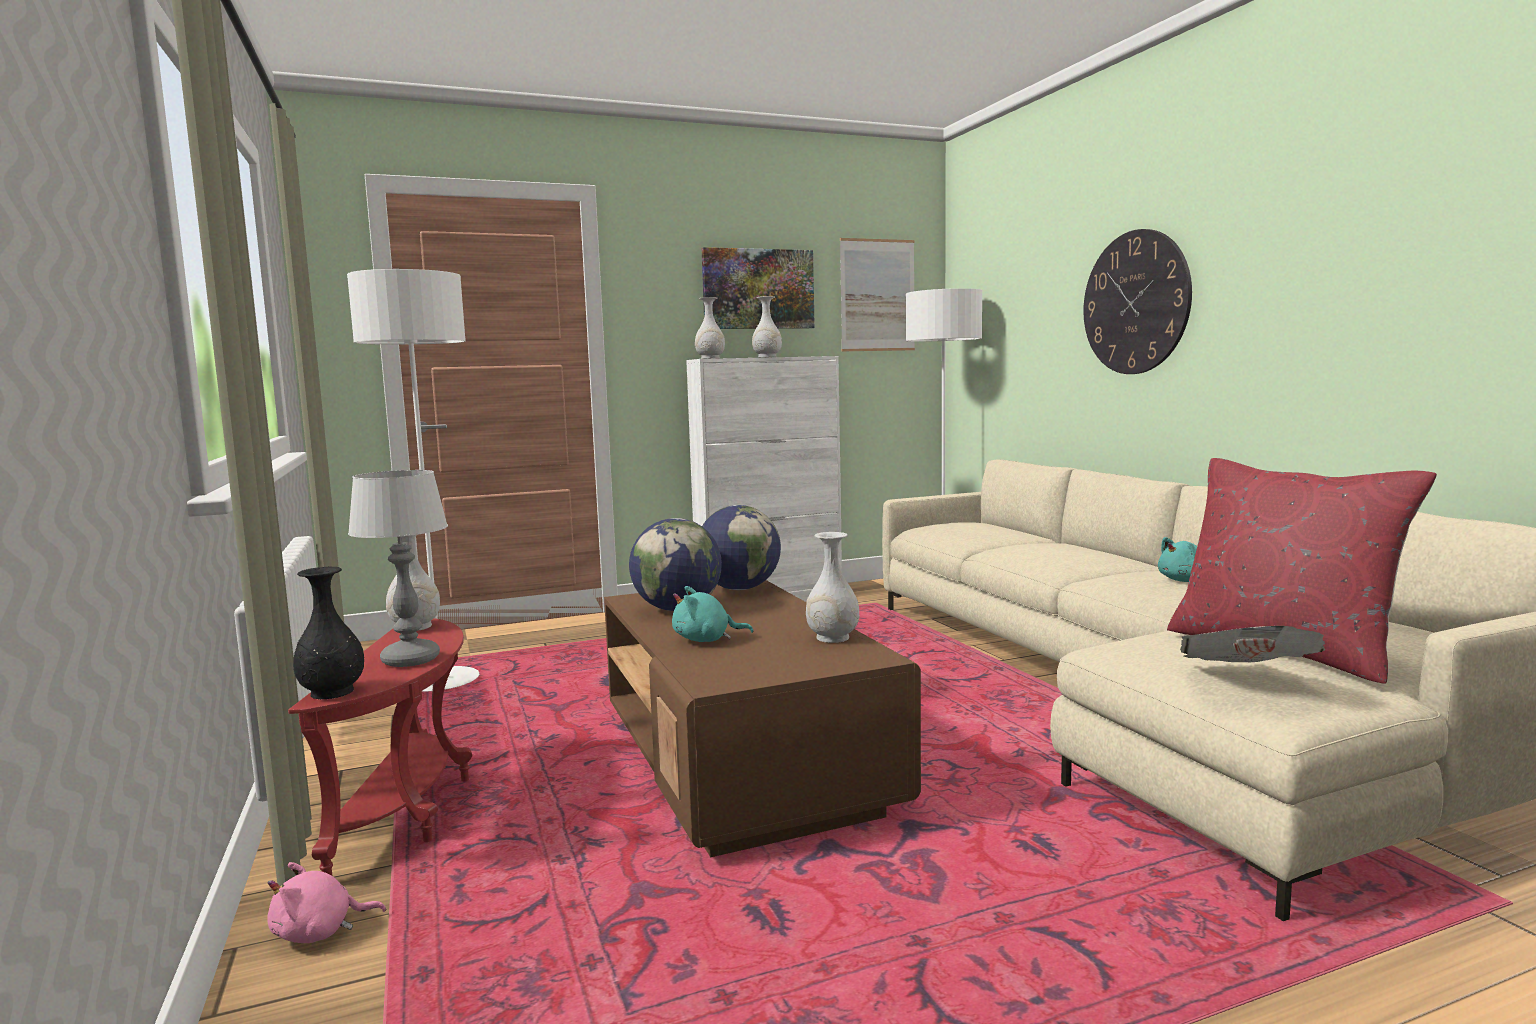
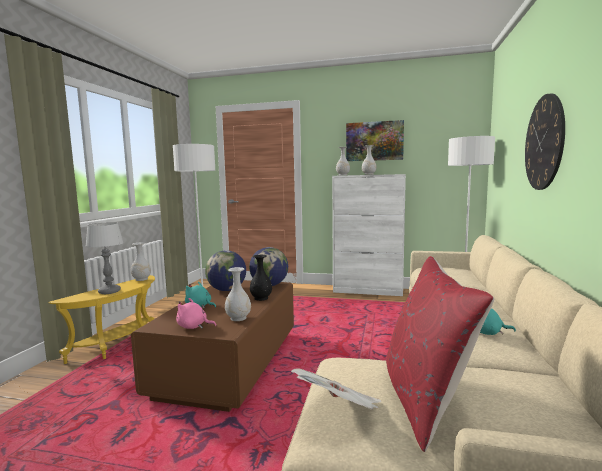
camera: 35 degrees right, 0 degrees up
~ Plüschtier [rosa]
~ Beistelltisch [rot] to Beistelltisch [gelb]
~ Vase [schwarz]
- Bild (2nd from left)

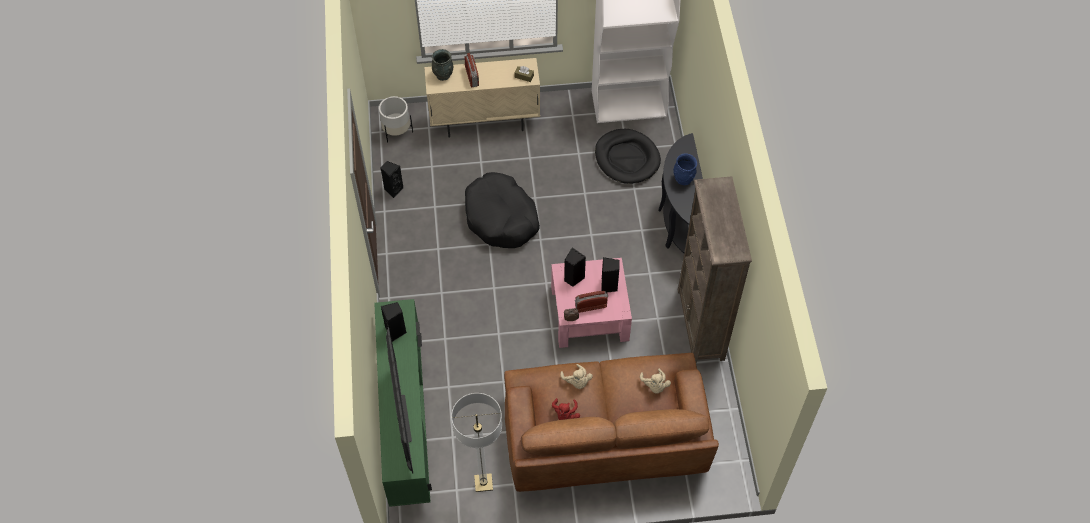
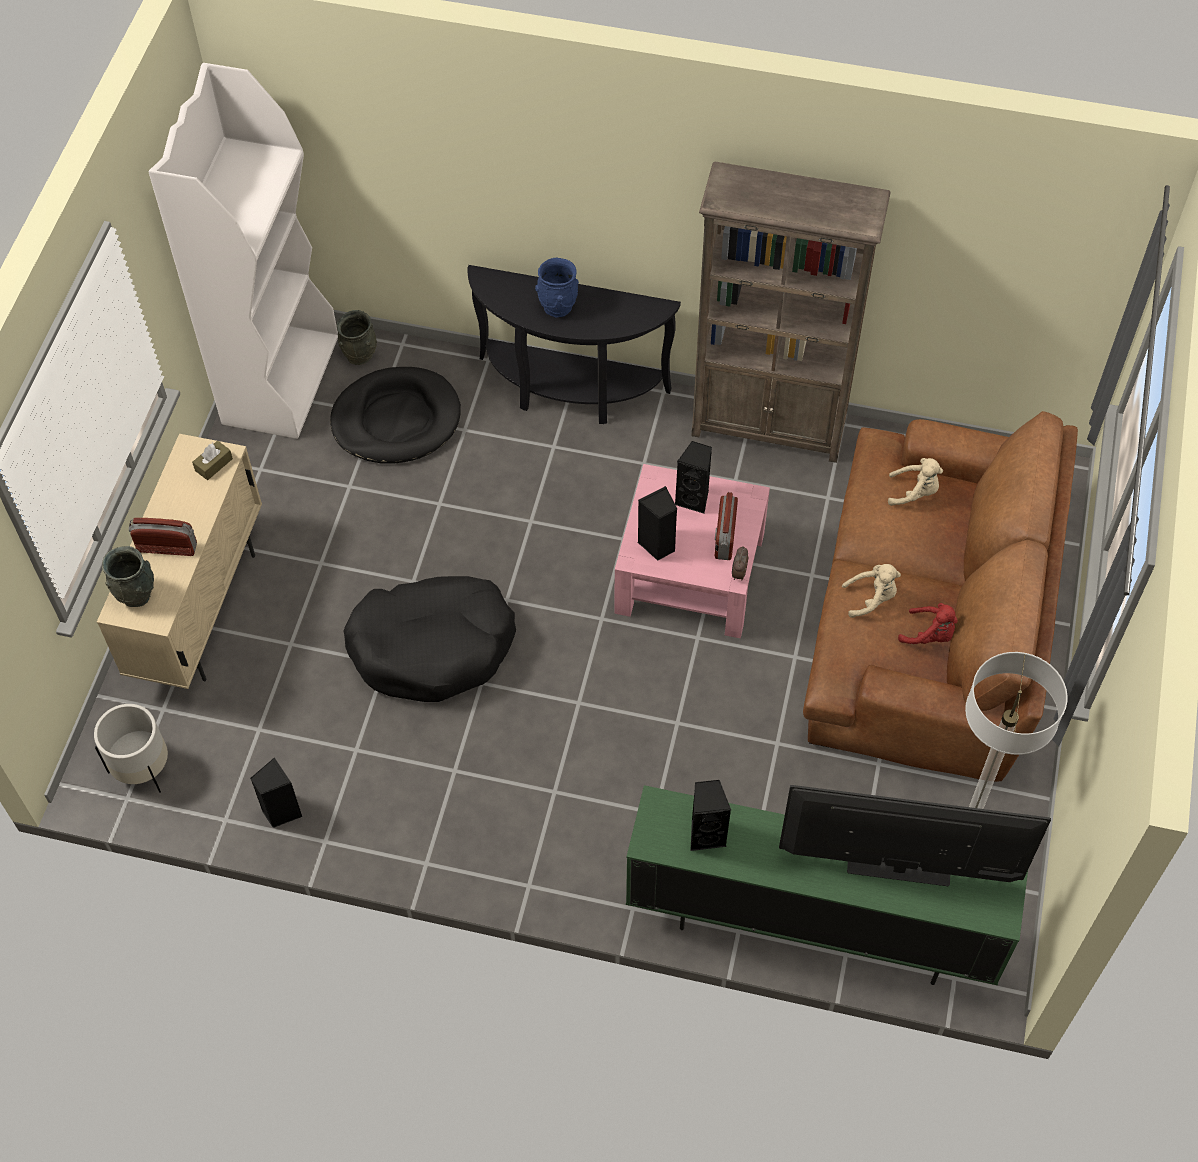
camera: 70 degrees left, 0 degrees up
+ Vase [grau] (2nd from left)

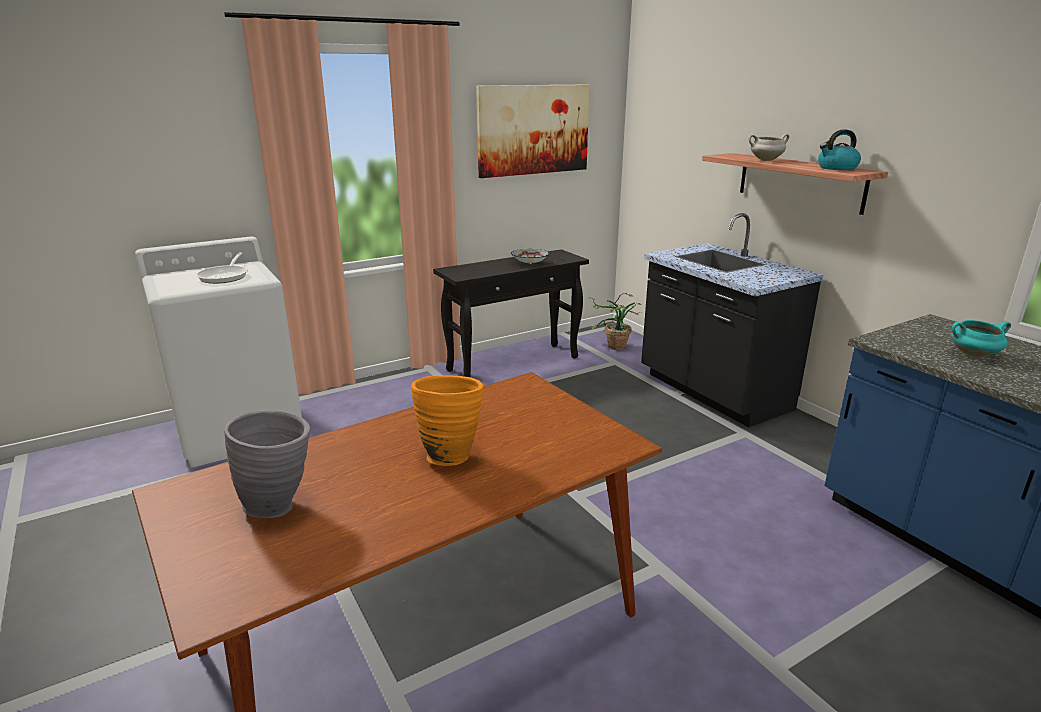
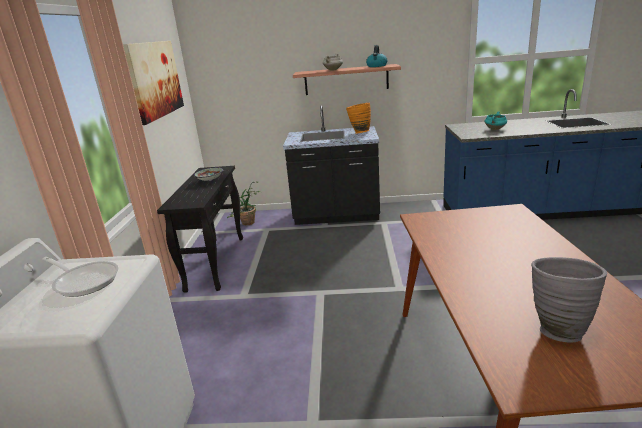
camera: 55 degrees left, 0 degrees up
~ Vase [orange]

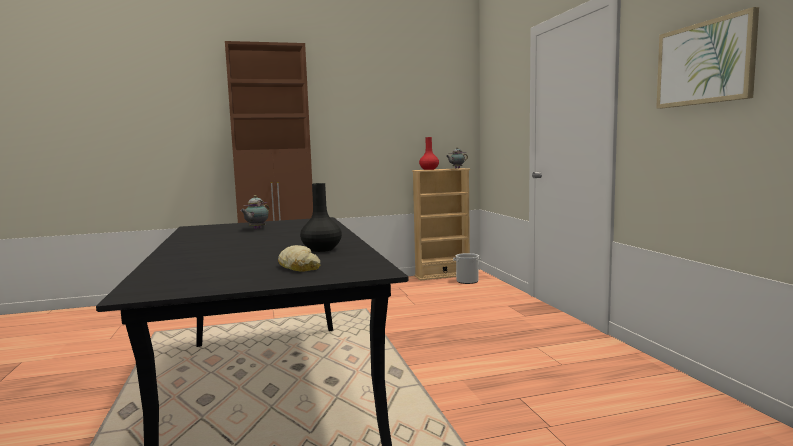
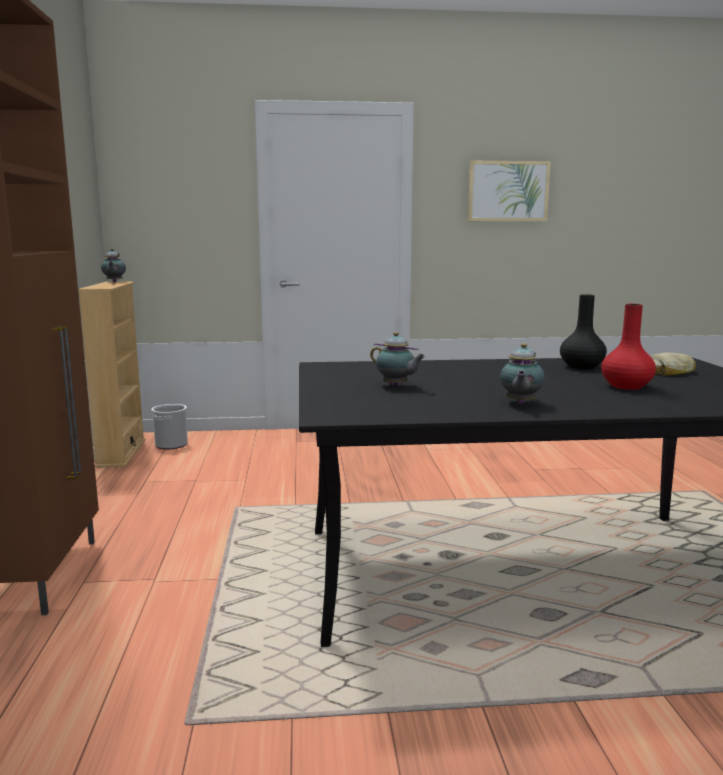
camera: 80 degrees left, 5 degrees up
~ Vase [rot]
+ Teekanne (3rd from left)

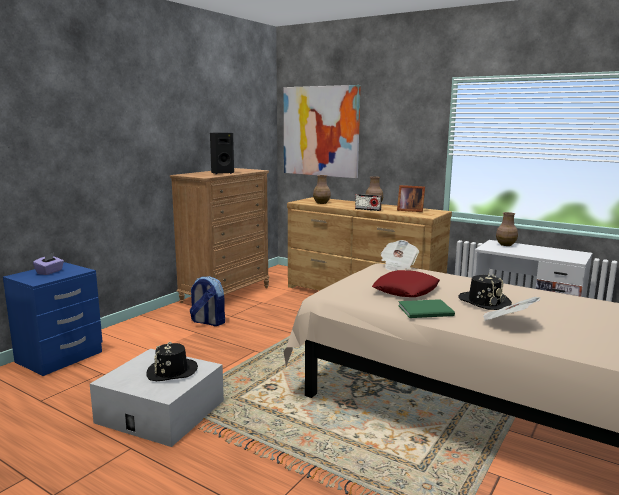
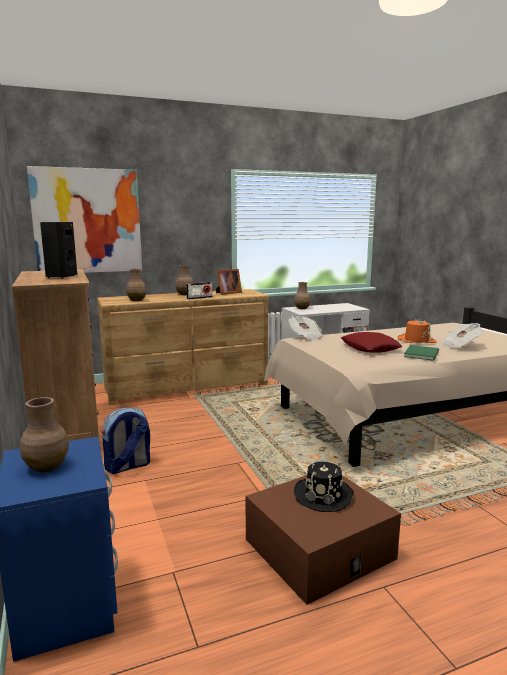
camera: 55 degrees left, 0 degrees up
~ Taschentuchbox [lila] to Vase [braun] (1st from left)
~ Aufbewahrungsbox [weiß] to Aufbewahrungsbox [braun]
~ Hut [schwarz] (2nd from left) to Hut [orange]

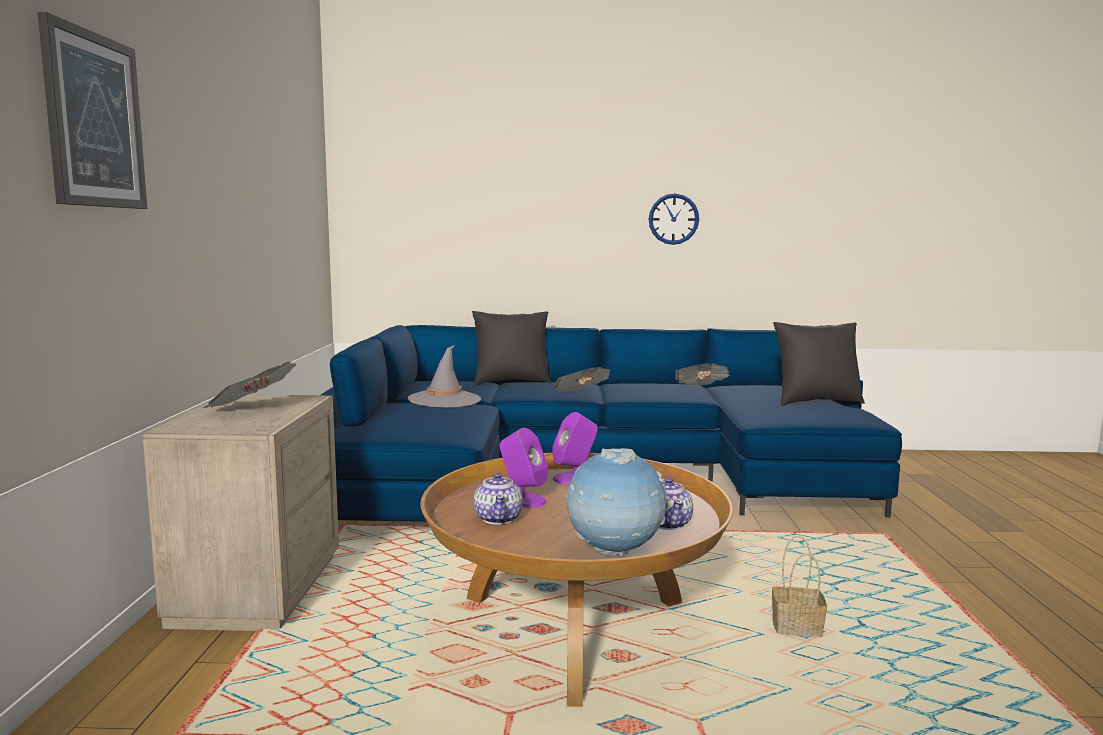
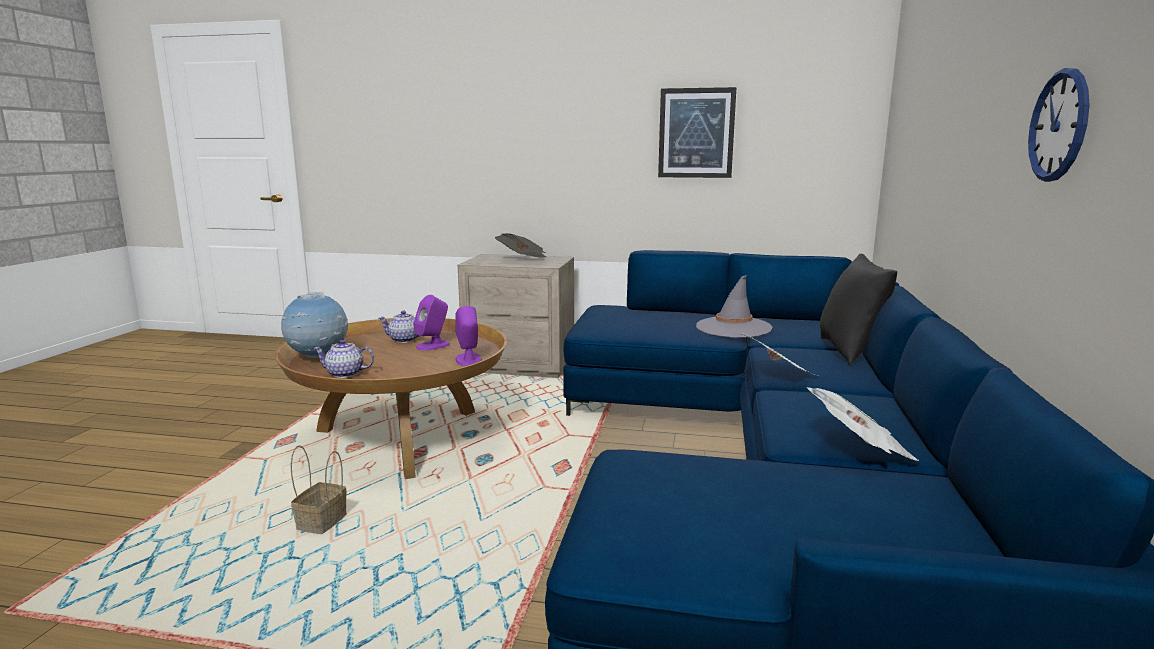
camera: 100 degrees right, 5 degrees up
~ Bild
- Kissen [schwarz] (2nd from left)

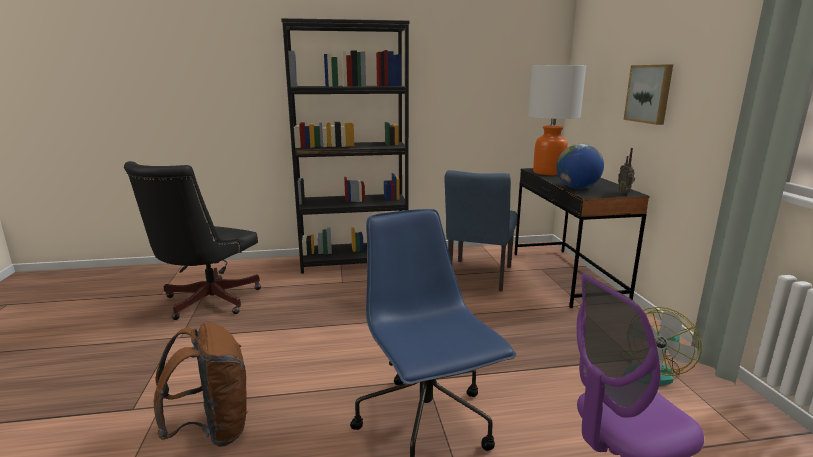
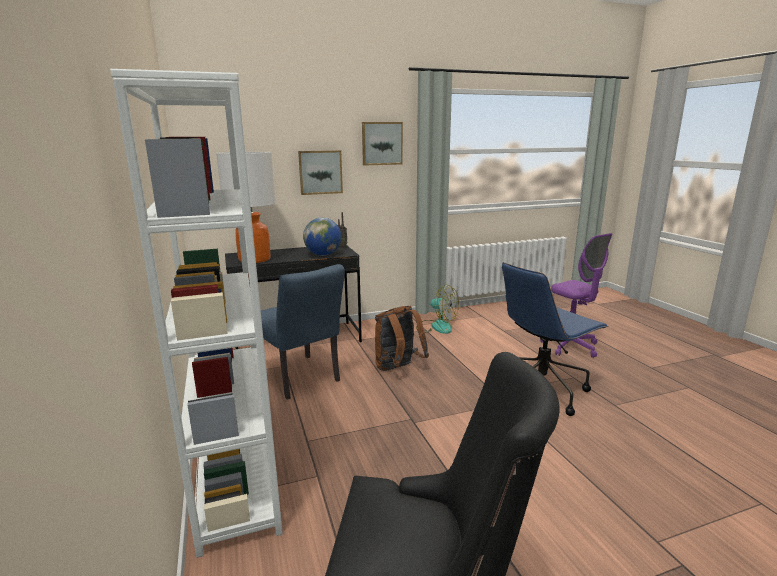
camera: 100 degrees left, 0 degrees up
~ Rucksack [braun]
~ Bücherregal [schwarz] to Bücherregal [weiß]
~ Stuhl [blau] 45 degrees clockwise
+ Bild (2nd from left)

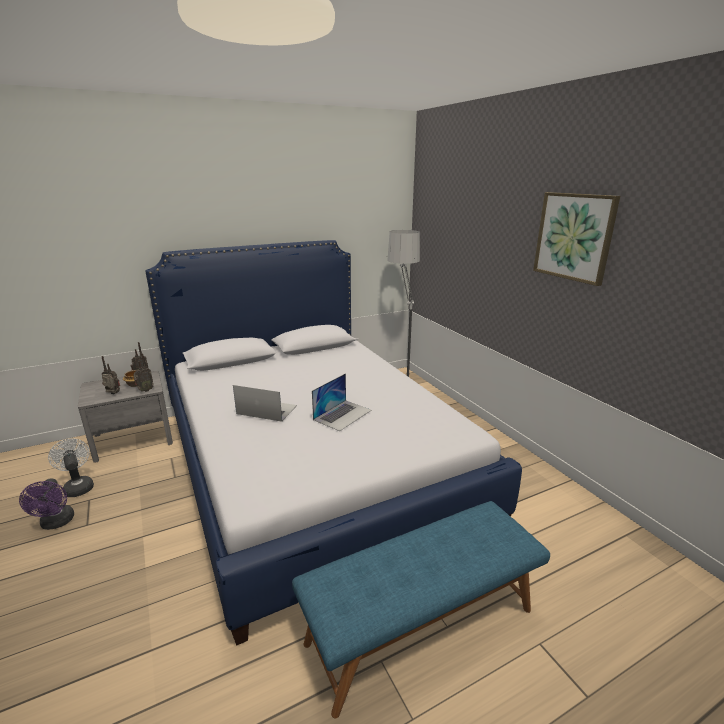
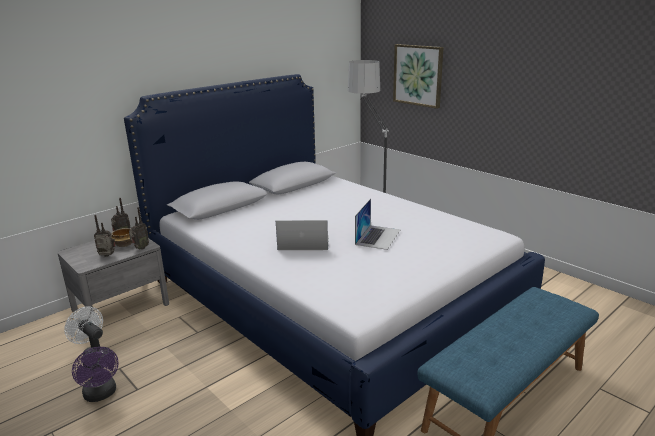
camera: 15 degrees left, 0 degrees up
~ Bild

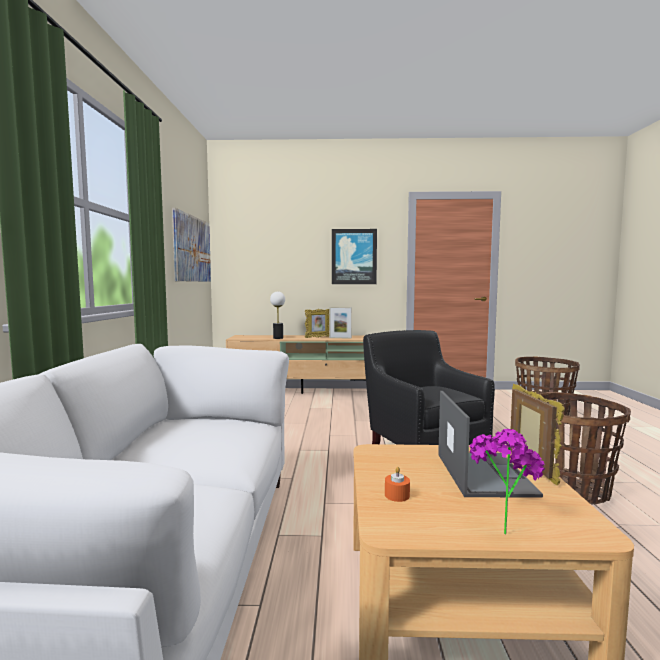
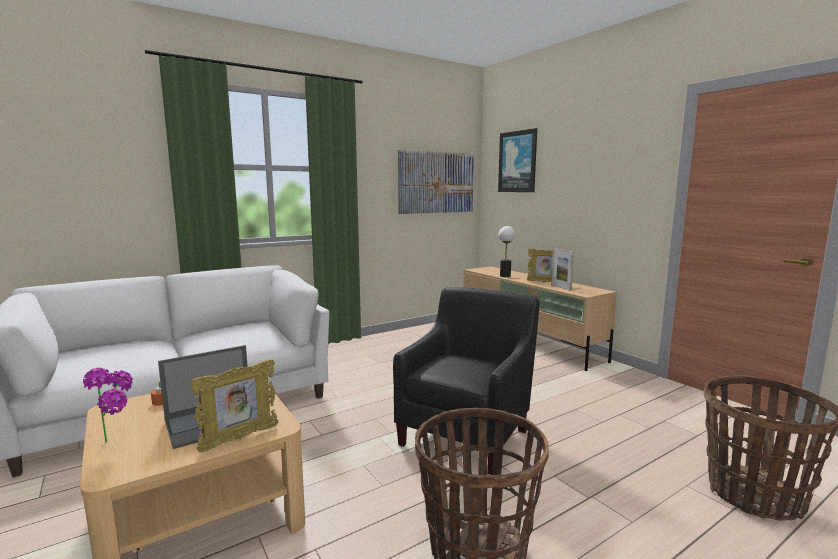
camera: 55 degrees right, 5 degrees up
~ Bild (2nd from left)

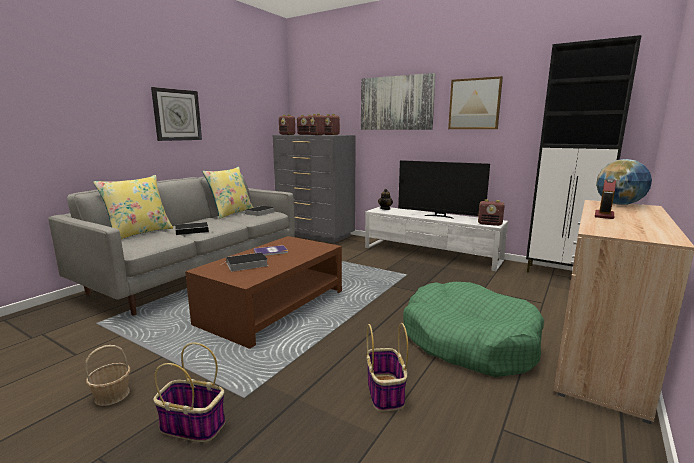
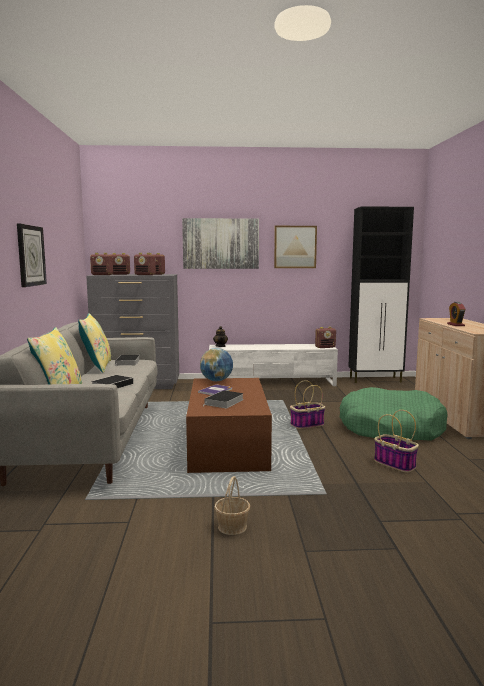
camera: 35 degrees left, 5 degrees down
~ Korb (2nd from left)
- Fernseher
~ Globus

